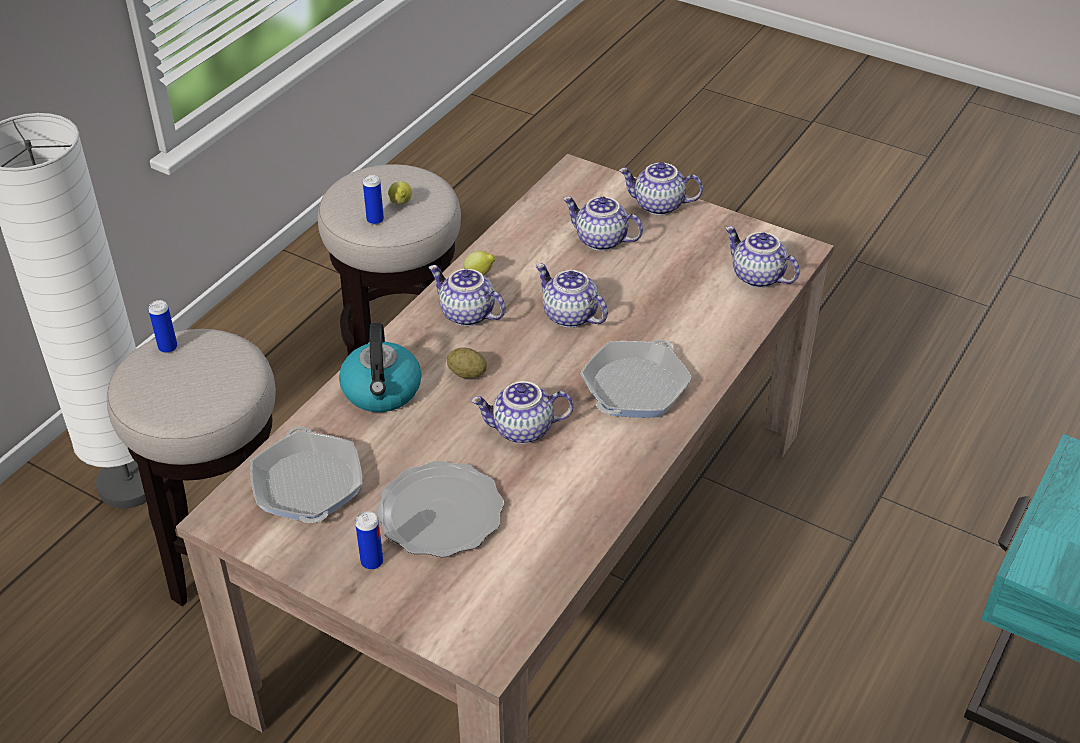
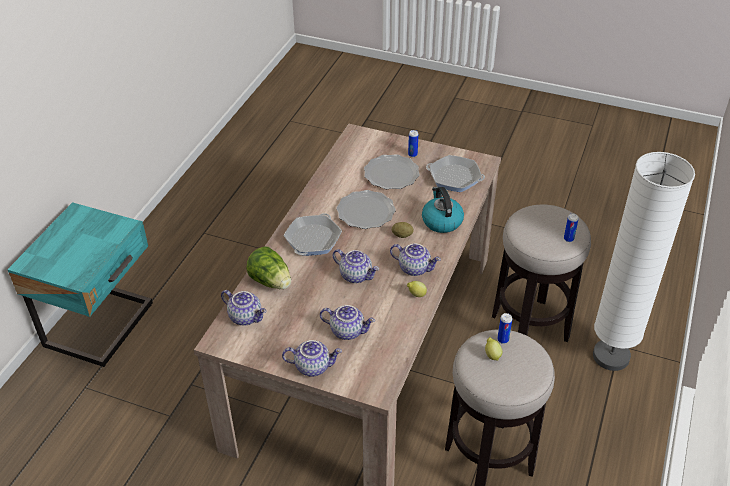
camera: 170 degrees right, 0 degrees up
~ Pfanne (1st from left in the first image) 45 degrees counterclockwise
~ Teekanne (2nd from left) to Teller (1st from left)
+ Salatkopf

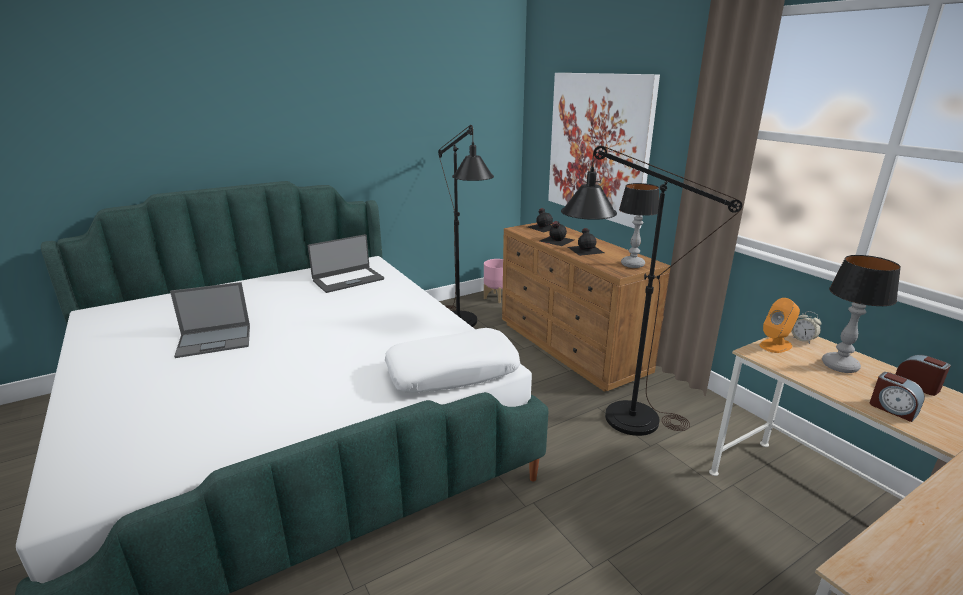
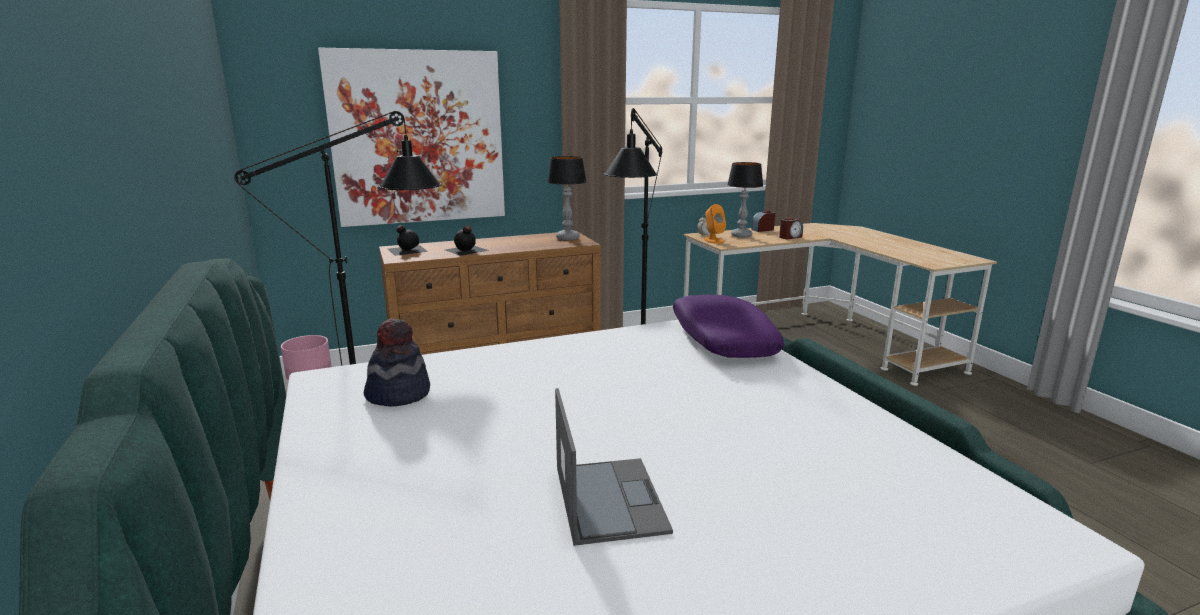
camera: 80 degrees left, 5 degrees down
~ Laptop (2nd from left) to Hut
~ Kissen [weiß] to Kissen [lila]
- Flasche [schwarz] (3rd from left)

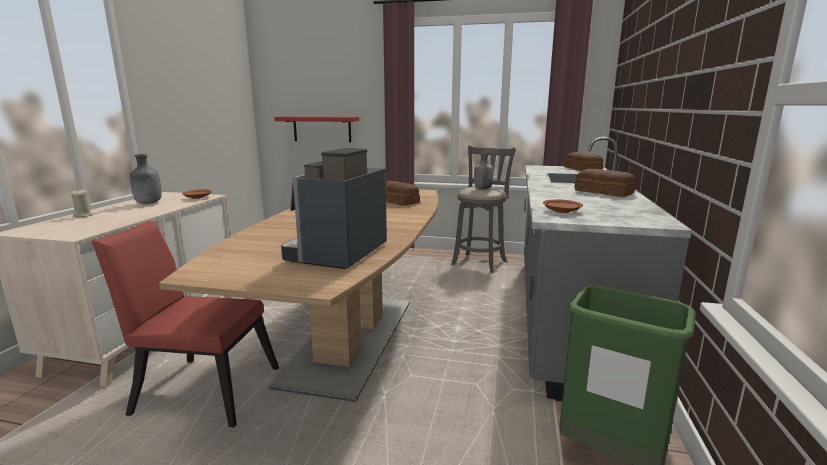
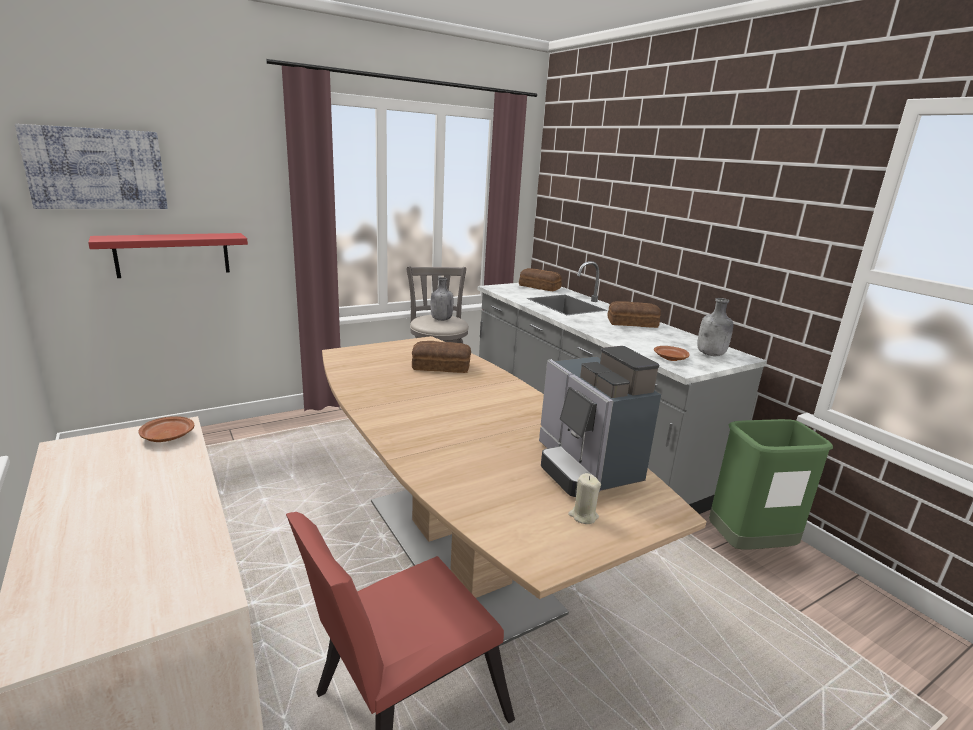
camera: 45 degrees left, 5 degrees up
~ Kerze [beige]
~ Flasche [grau] (1st from left in the first image) to Flasche [grau] (2nd from left)
+ Bild

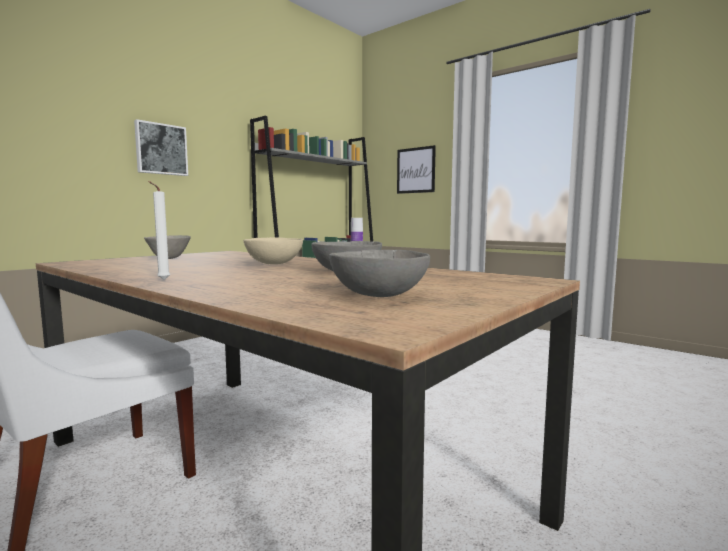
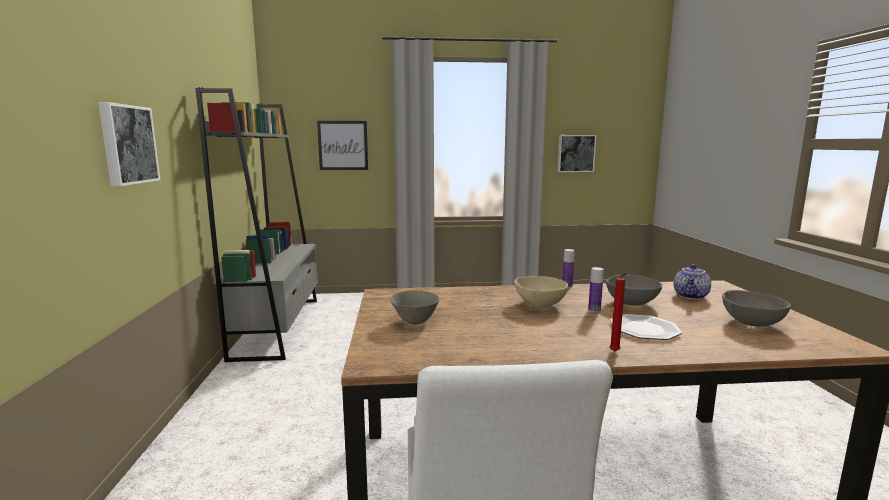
camera: 45 degrees left, 5 degrees up
~ Kerze [weiß] to Kerze [rot]
+ Bild (3rd from left)
+ Flasche (2nd from left)
+ Teller
+ Teekanne

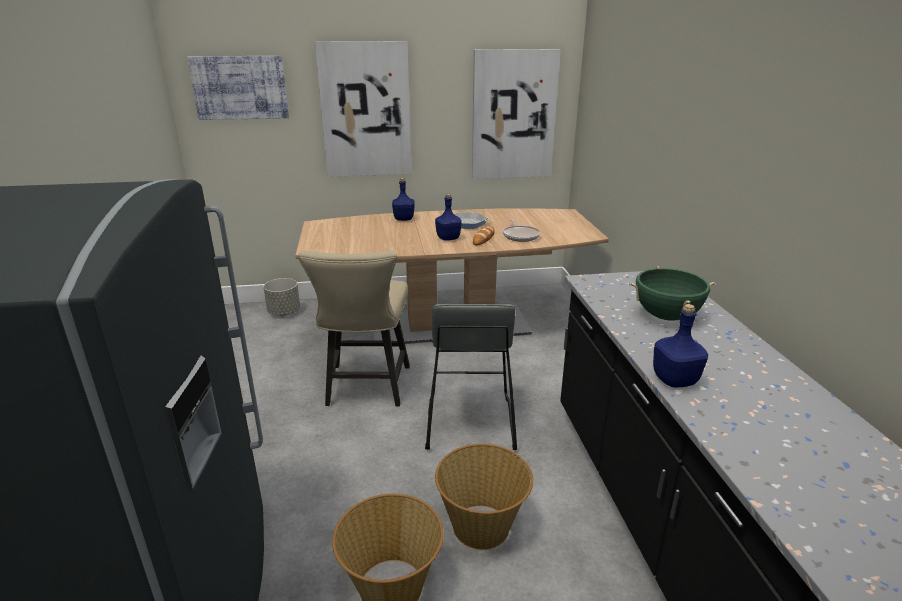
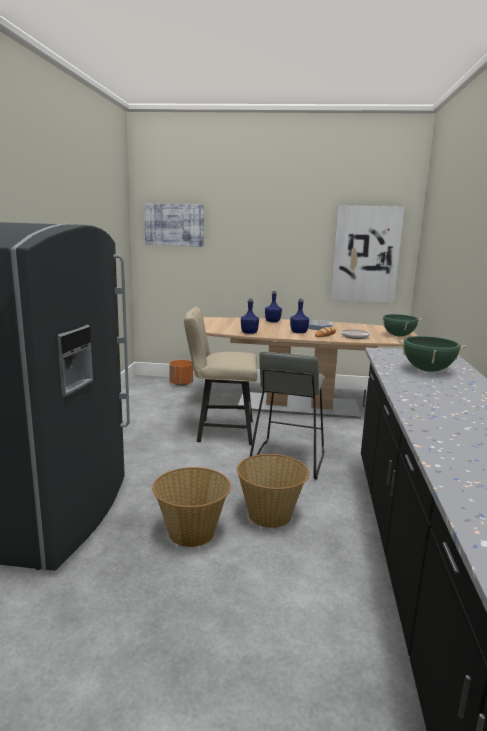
camera: 15 degrees right, 10 degrees down
~ Pflanzkübel [grau] to Pflanzkübel [orange]
~ Stuhl [beige] 75 degrees clockwise
- Bild (2nd from left)
~ Flasche [blau] (3rd from left in the first image) to Flasche [blau] (1st from left)
+ Kochtopf [grün] (1st from left)

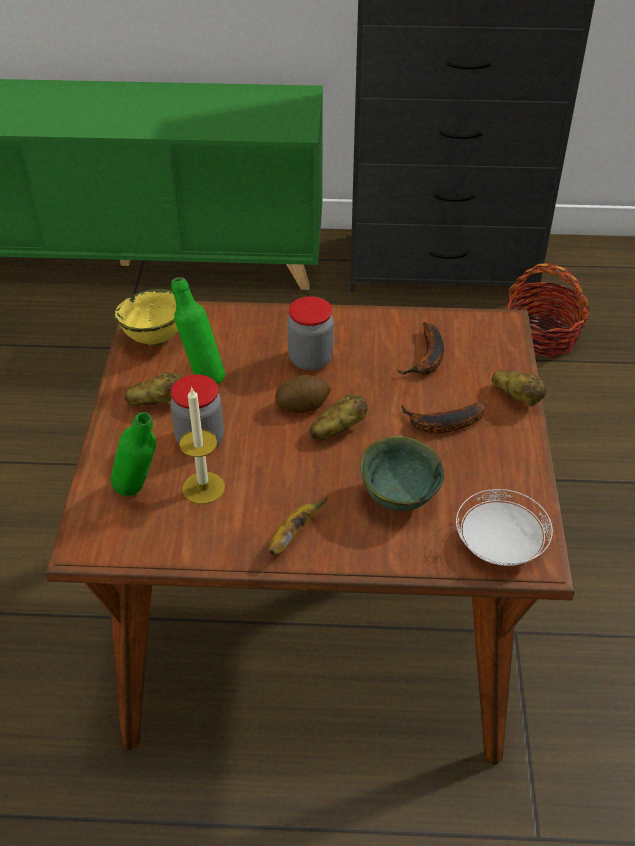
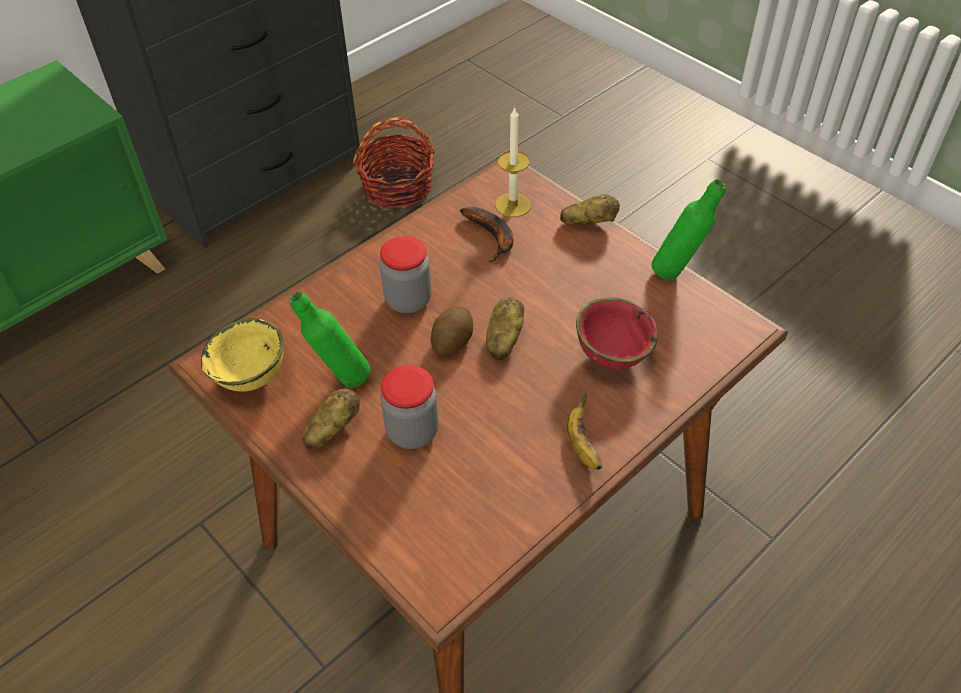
camera: 45 degrees left, 5 degrees up
~ Flasche [grün] (1st from left in the first image) to Flasche [grün] (2nd from left)
~ Kerze
~ Schüssel [grün] to Schüssel [rot]
- Banane (3rd from left)
- Teller [weiß]

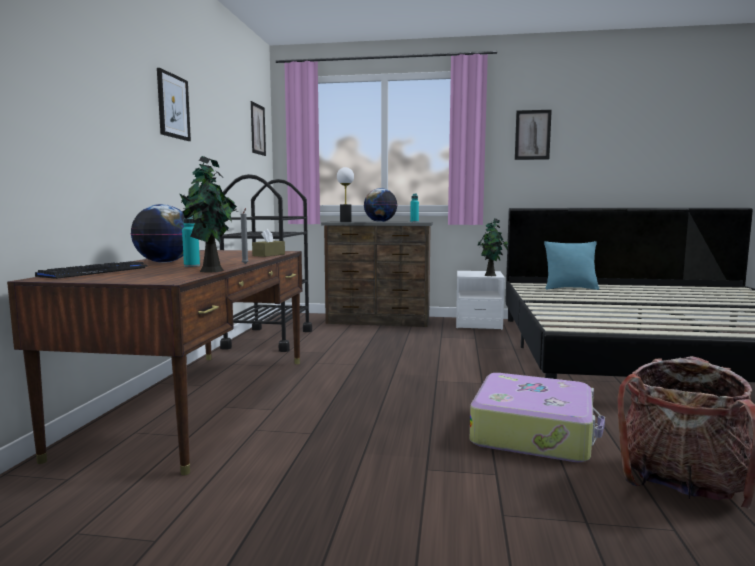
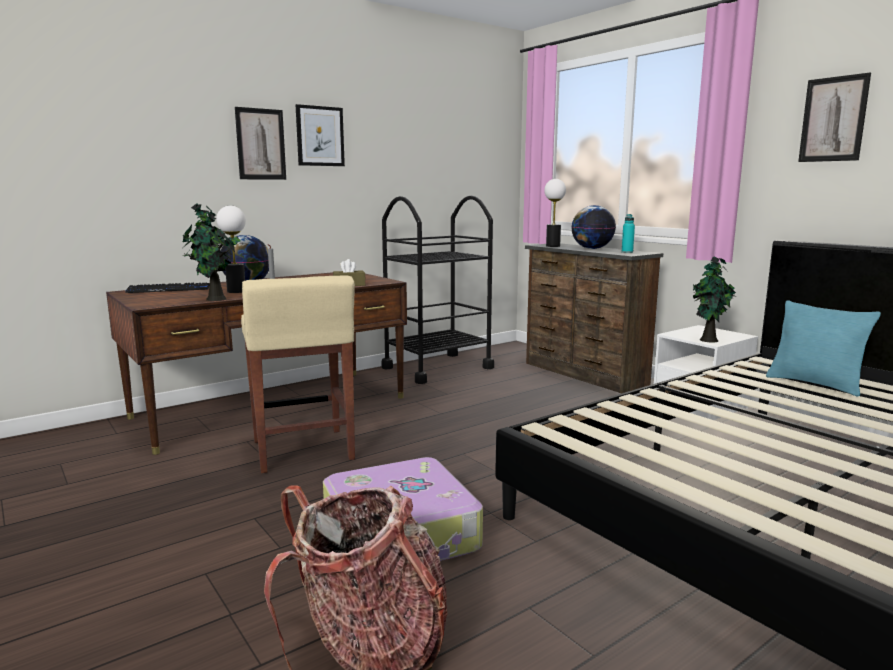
camera: 45 degrees right, 5 degrees up
~ Flasche [türkis] (1st from left) to Tischlampe (1st from left)
~ Bild (2nd from left in the first image) to Bild (1st from left)
+ Hocker [beige]

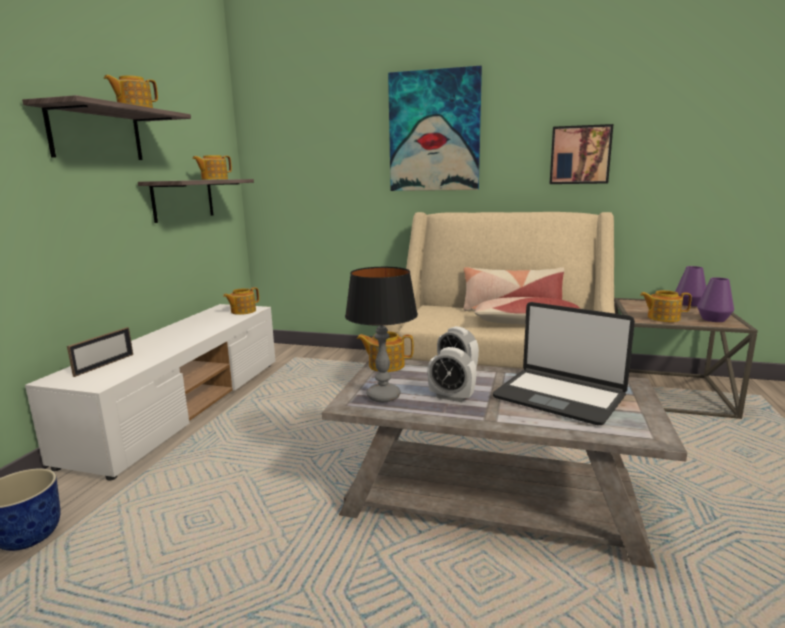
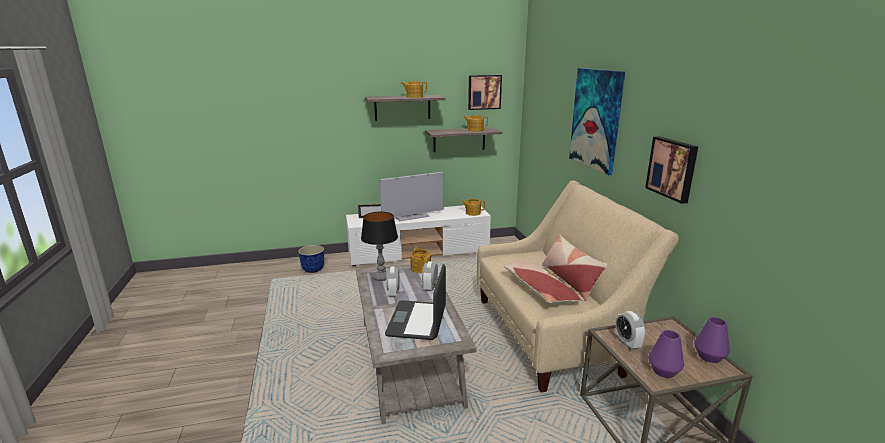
camera: 60 degrees right, 5 degrees up
~ Teekanne (5th from left) to Wecker (3rd from left)
+ Fernseher
+ Bild (1st from left)

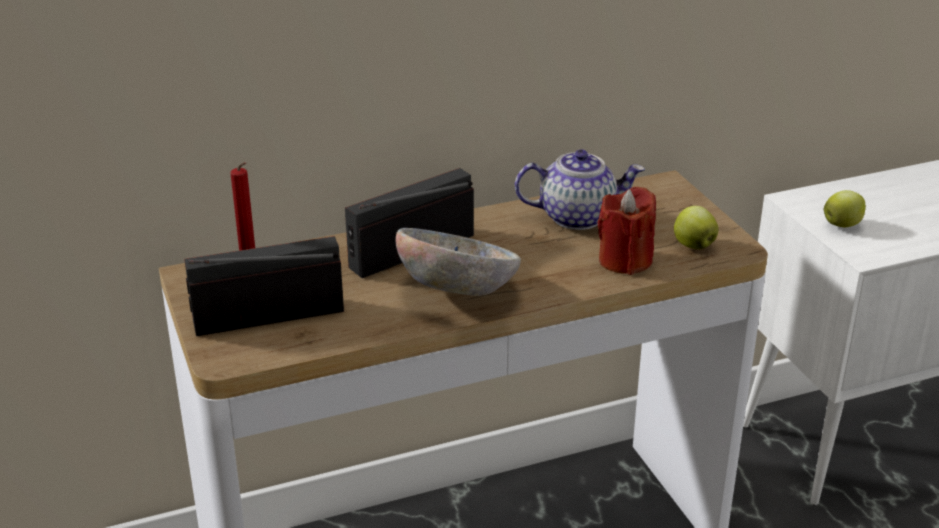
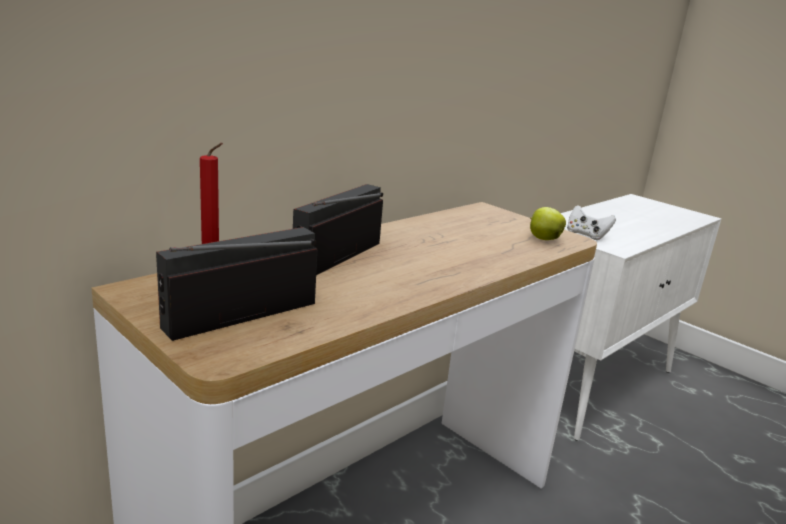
camera: 25 degrees left, 10 degrees down
- Schüssel
- Teekanne
- Kerze [rot] (2nd from left)
~ Apfel (2nd from left) to Gamepad [weiß]

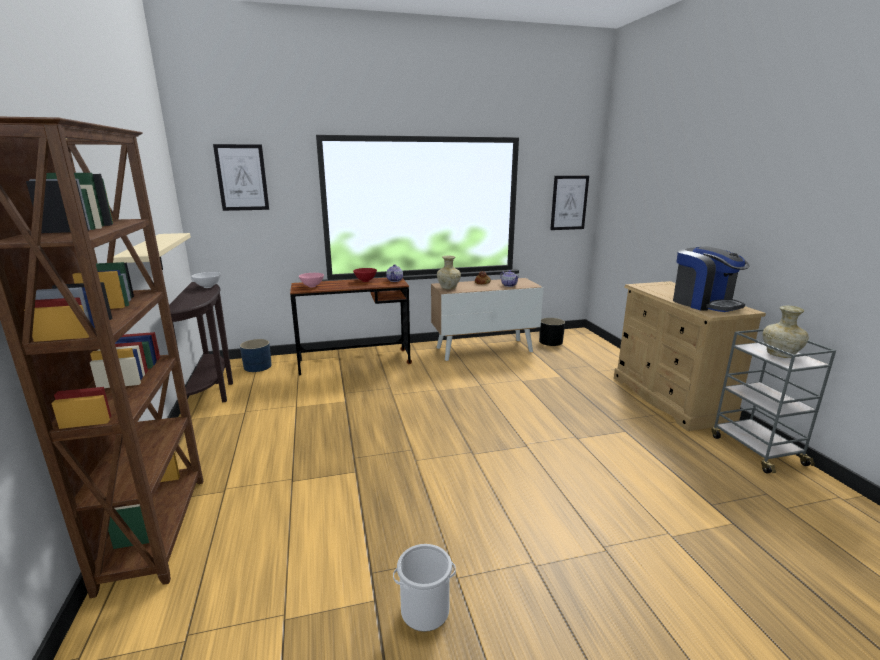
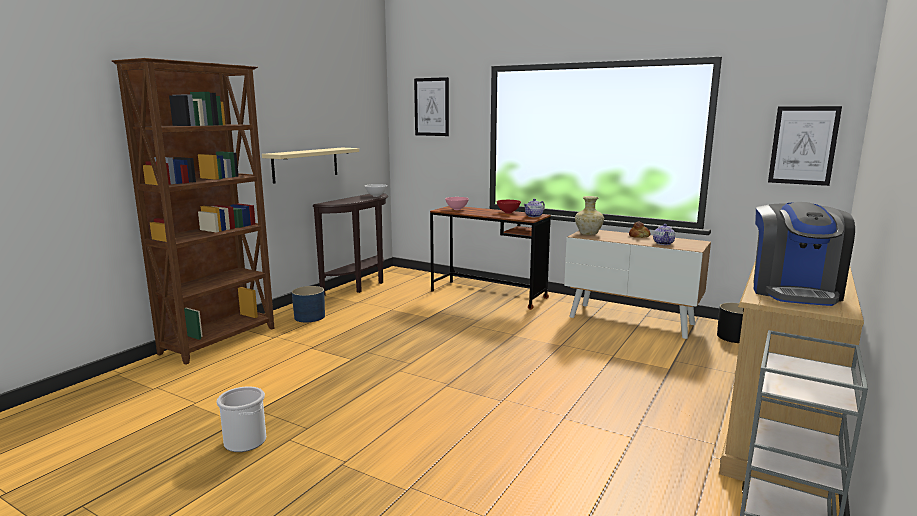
camera: 45 degrees right, 5 degrees down
~ Pflanzkübel [blau]
- Vase [beige] (2nd from left)

